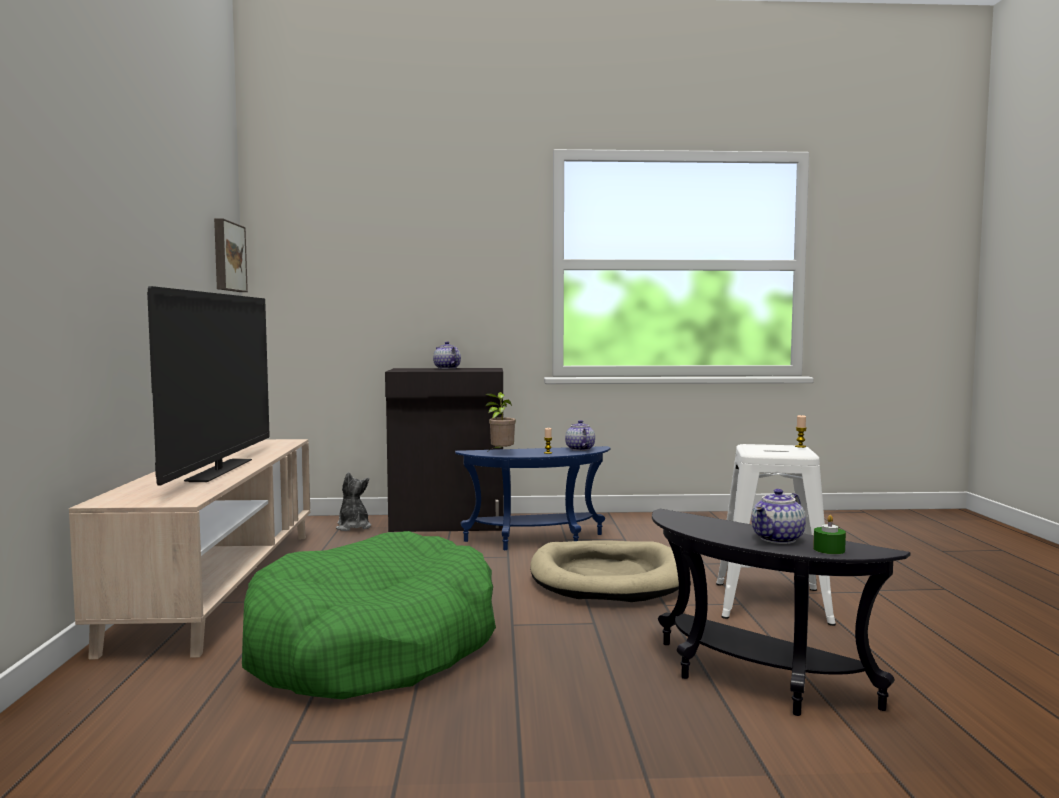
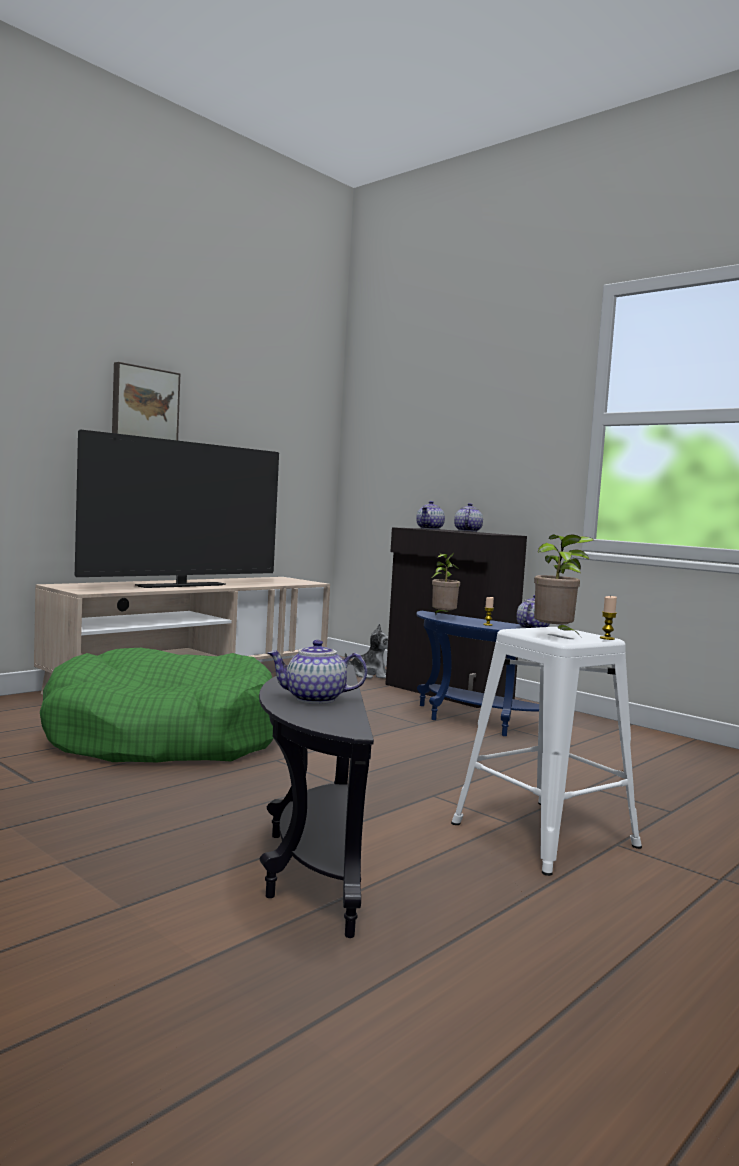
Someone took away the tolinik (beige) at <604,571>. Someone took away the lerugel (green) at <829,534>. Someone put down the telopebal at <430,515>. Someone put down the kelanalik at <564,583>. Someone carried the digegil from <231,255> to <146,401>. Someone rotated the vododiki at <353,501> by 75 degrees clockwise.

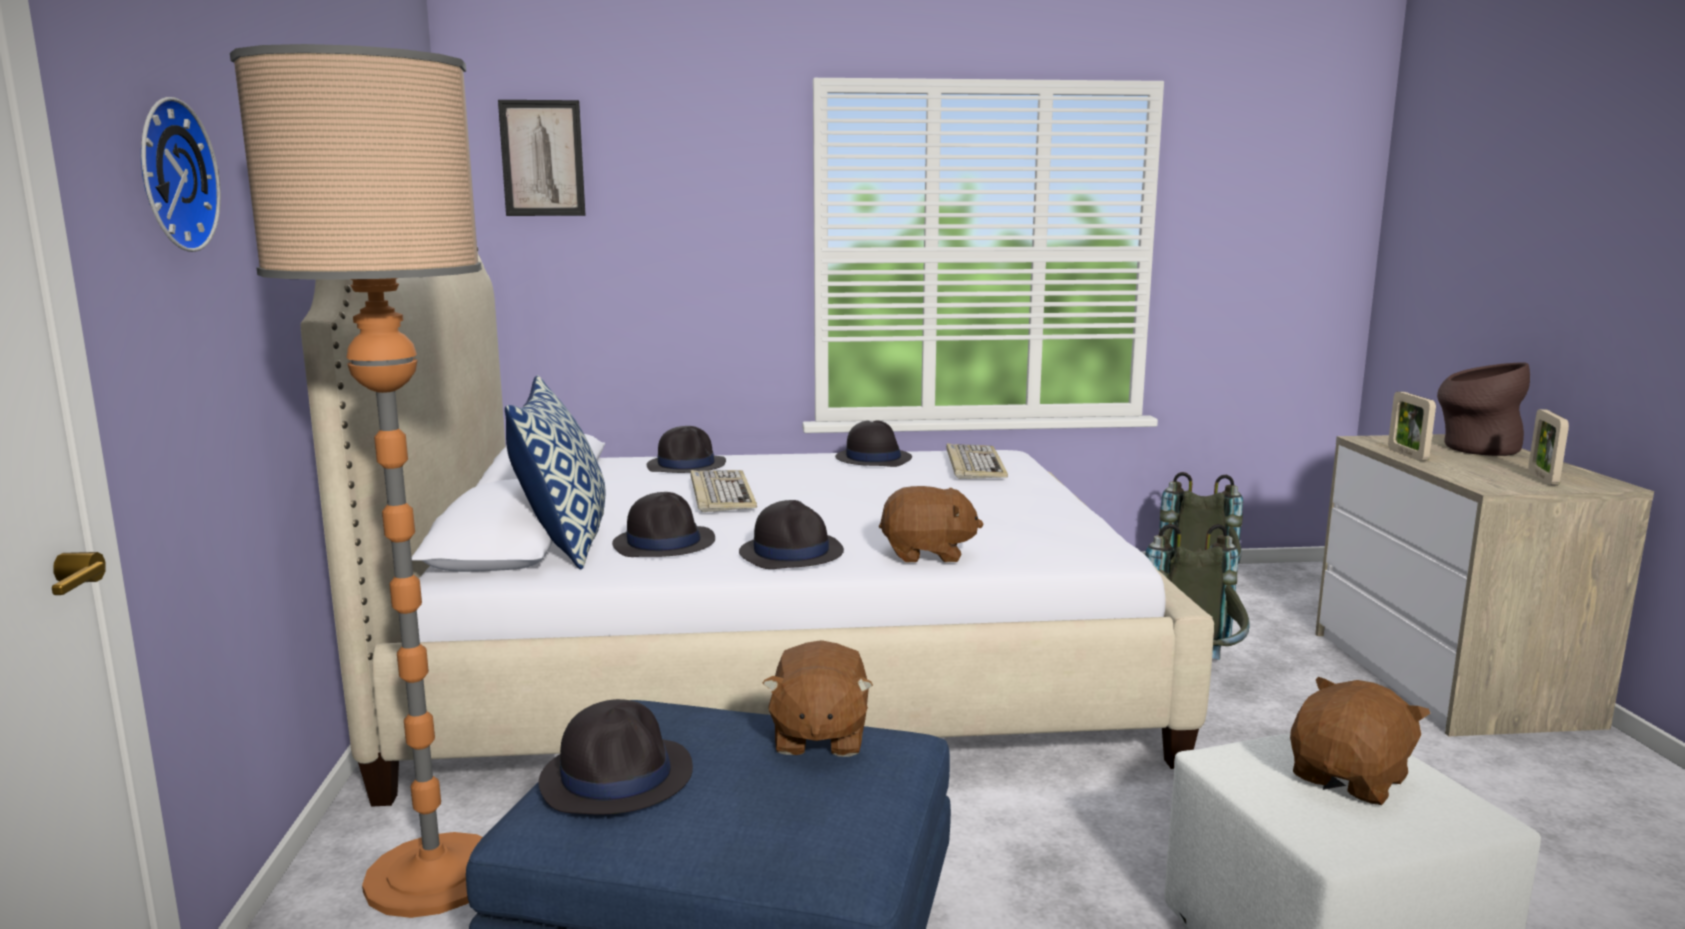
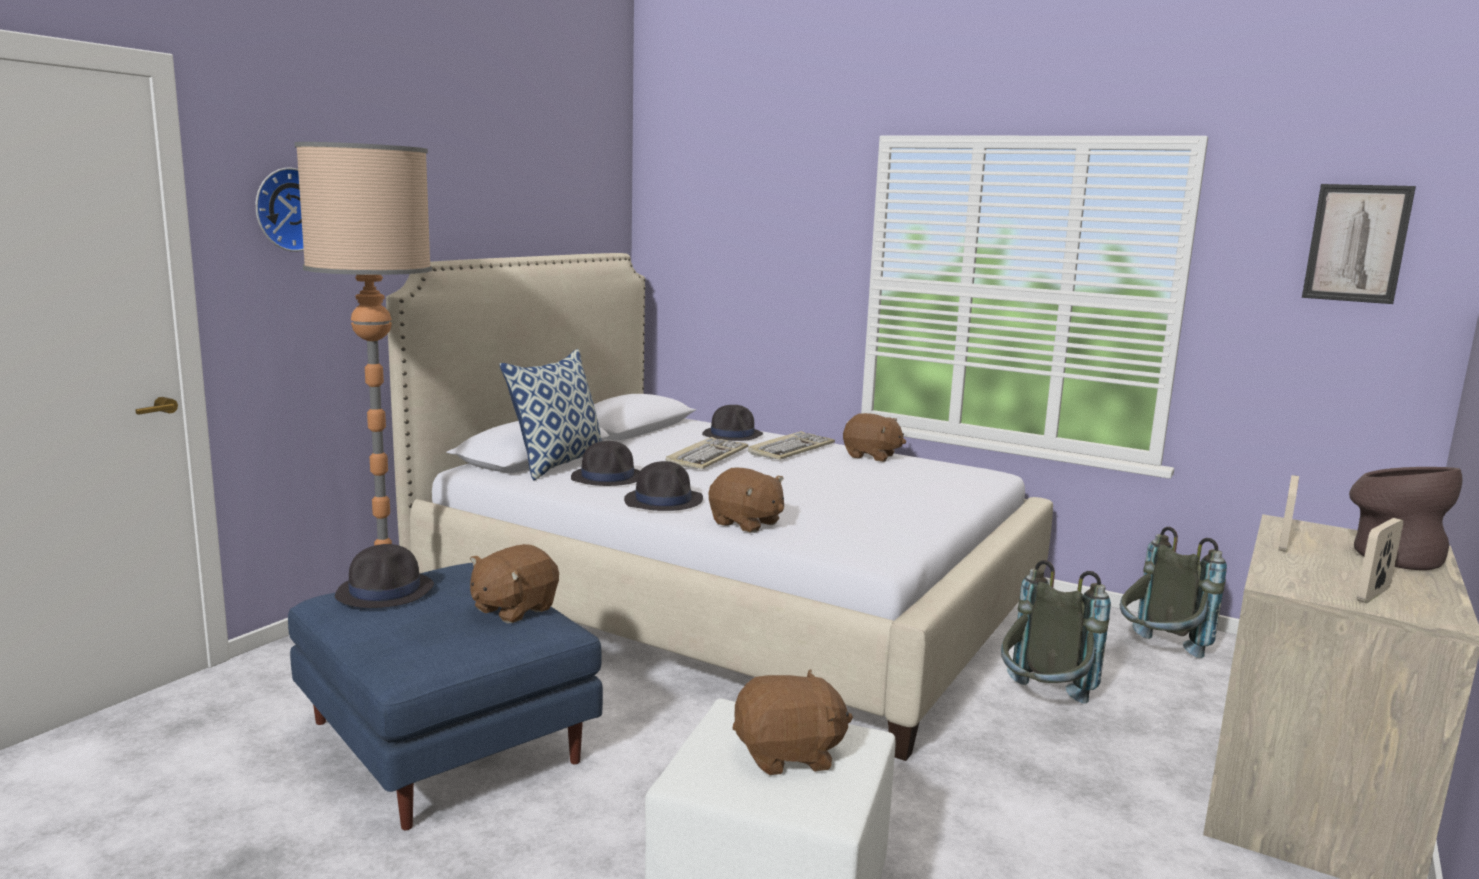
Someone carried the digegil from <542,158> to <1359,244>. Someone carried the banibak from <977,461> to <791,445>. Someone swapped the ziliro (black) at <873,443> for the vododiki (brown) at <874,437>.

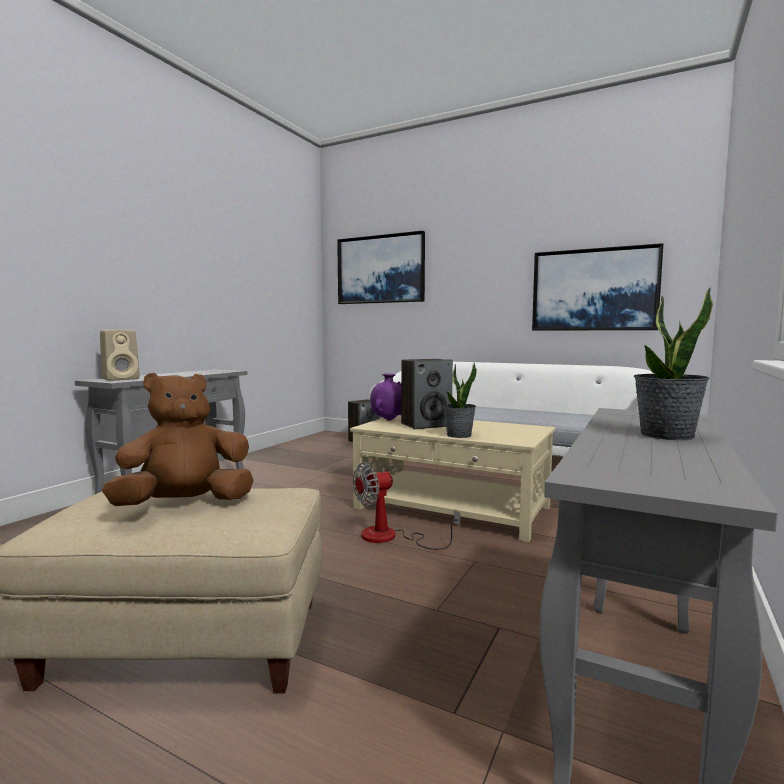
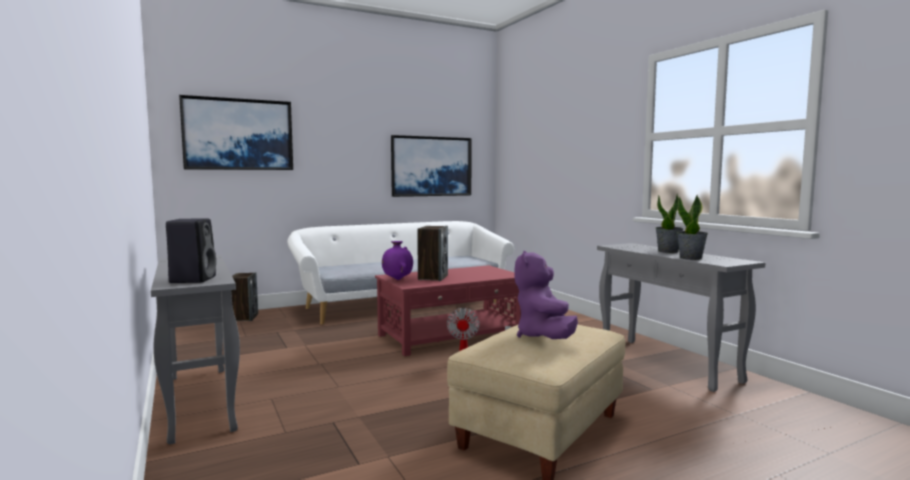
Someone carried the kelanalik from <460,400> to <692,227>. Someone repainted the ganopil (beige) at <120,355>, which became the ganopil (black) at <191,251>. Someone repainted the vododiki (brown) at <178,439>, which became the vododiki (purple) at <546,295>. Someone repainted the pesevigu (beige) at <453,478>, which became the pesevigu (red) at <448,310>.

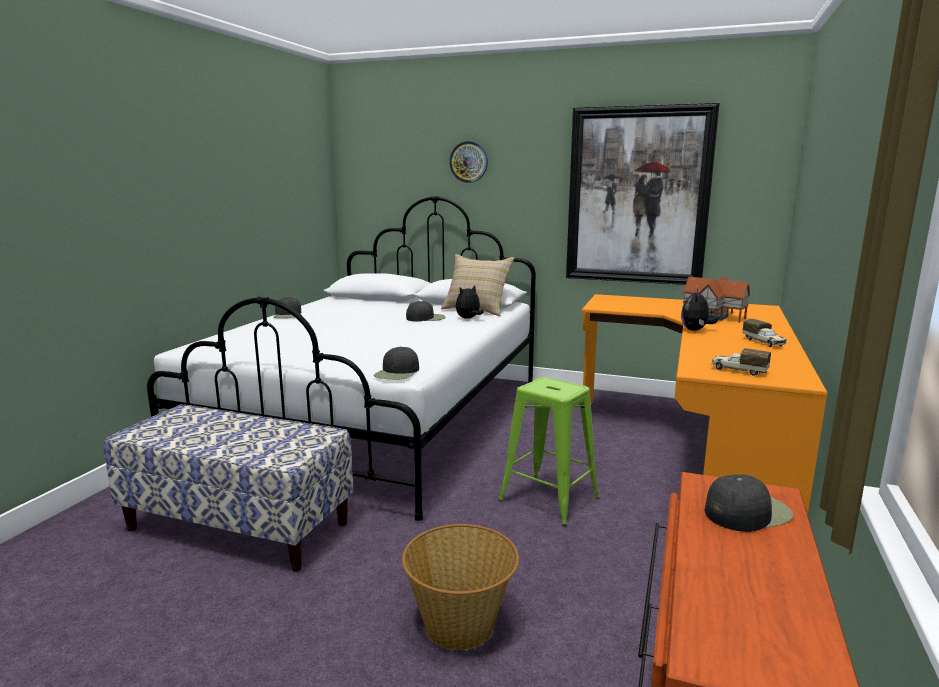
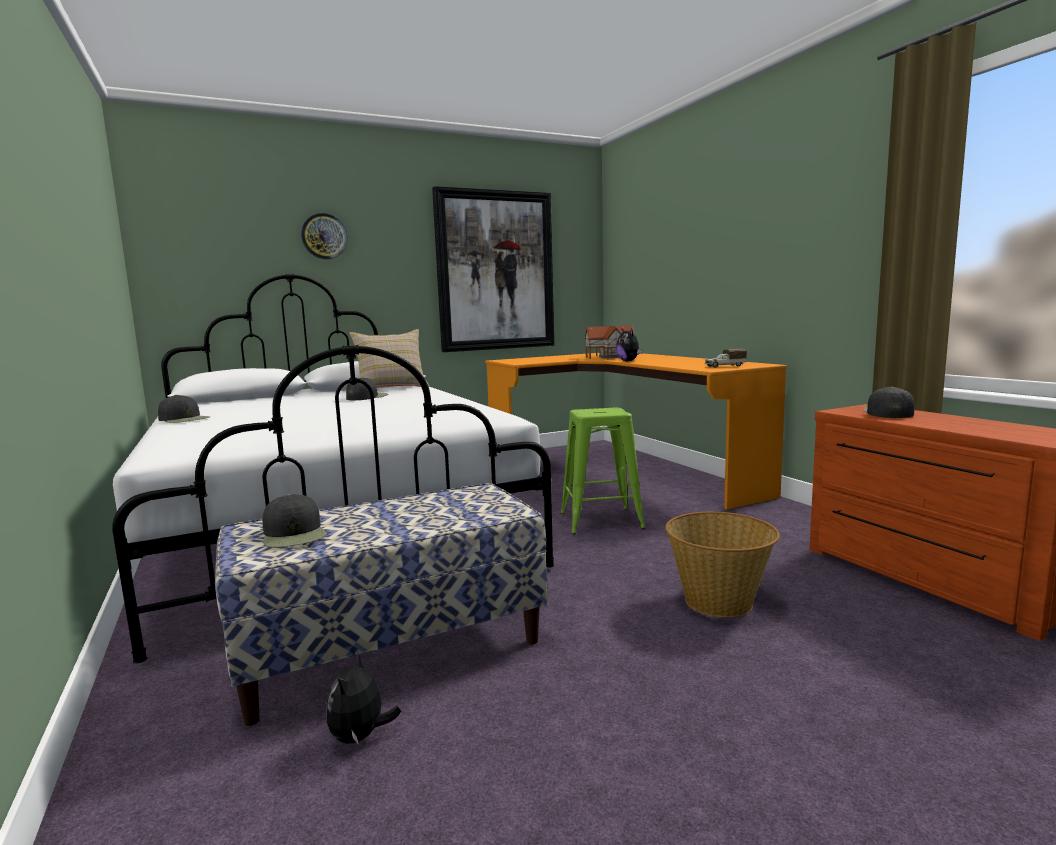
Someone took away the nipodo at <765,333>. Someone carried the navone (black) from <396,363> to <294,521>. Someone carried the vododiki from <470,302> to <363,699>.

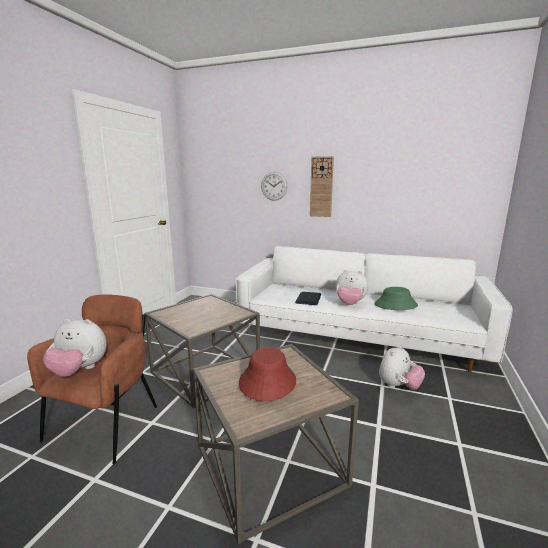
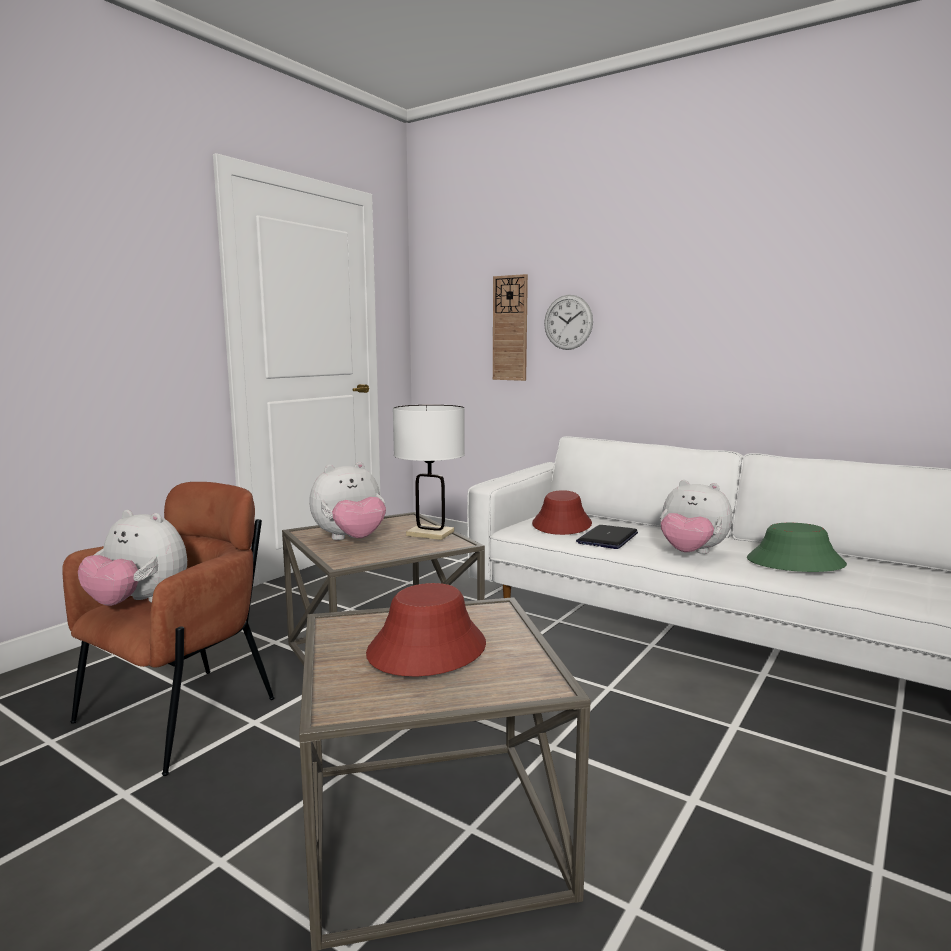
Someone put down the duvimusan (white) at <429,472>. Someone put down the ziliro (red) at <562,512>. Someone carried the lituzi from <322,186> to <510,327>. Someone carried the vododiki from <402,367> to <347,501>.

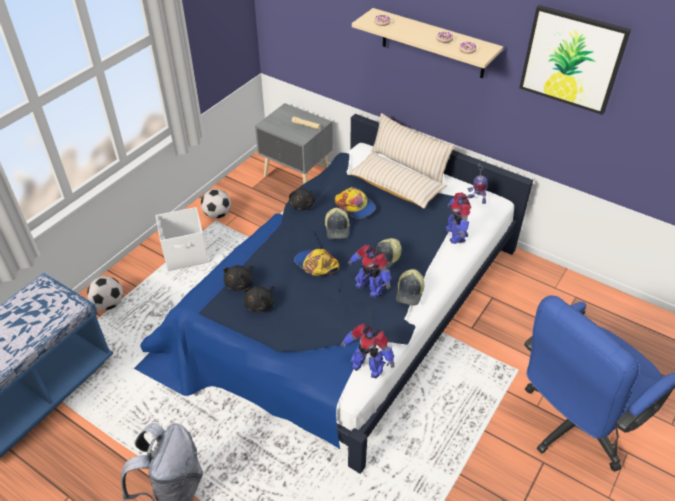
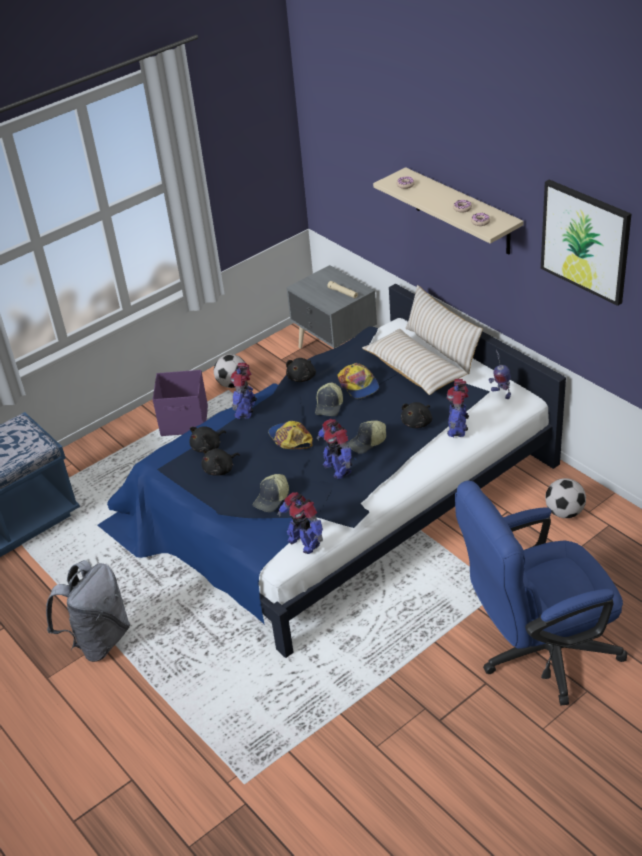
Someone put down the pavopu at <243,391>. Someone put down the vododiki (black) at <416,415>. Someone carried the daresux from <105,293> to <565,498>. Someone carried the navone from <410,287> to <271,493>. Someone repainted the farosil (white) at <182,239>, which became the farosil (purple) at <180,403>.

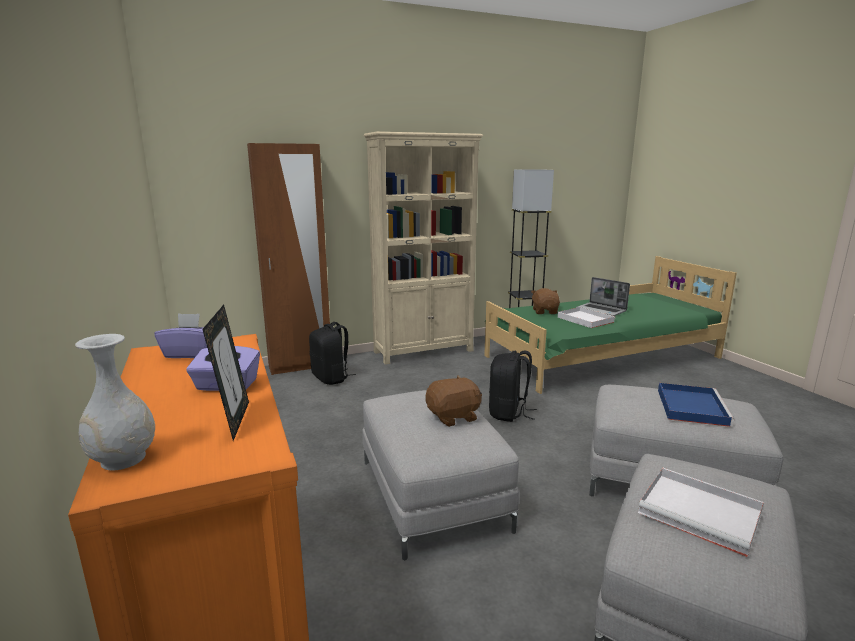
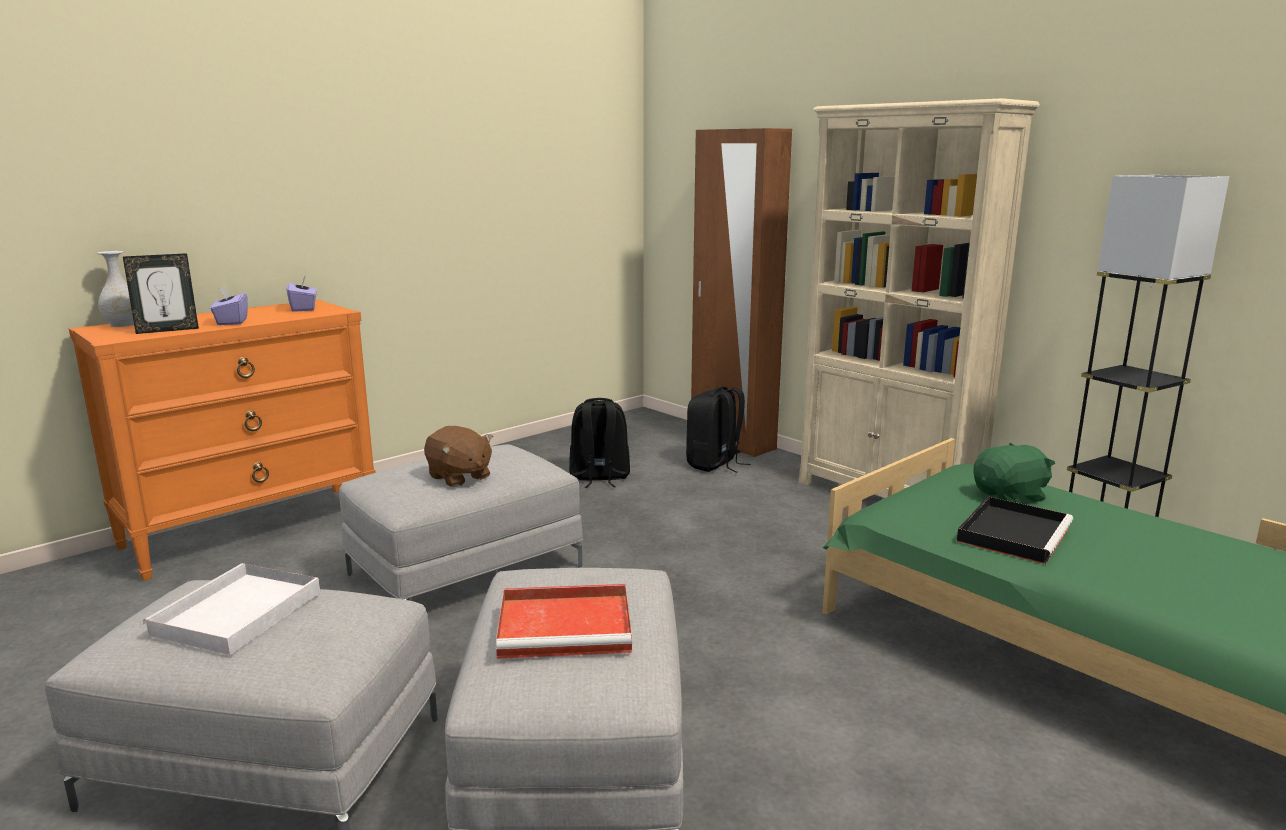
Someone took away the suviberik at <603,296>. Someone carried the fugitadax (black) from <513,386> to <599,443>. Someone repainted the vododiki (brown) at <545,301>, which became the vododiki (green) at <1014,473>. Someone repainted the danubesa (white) at <587,317>, which became the danubesa (black) at <1015,530>. Someone repainted the danubesa (blue) at <696,405>, which became the danubesa (red) at <564,621>.

